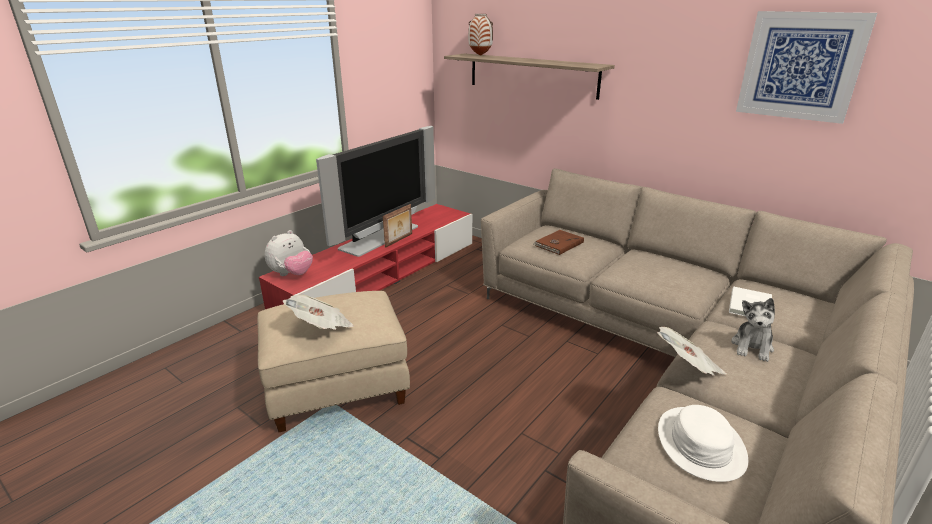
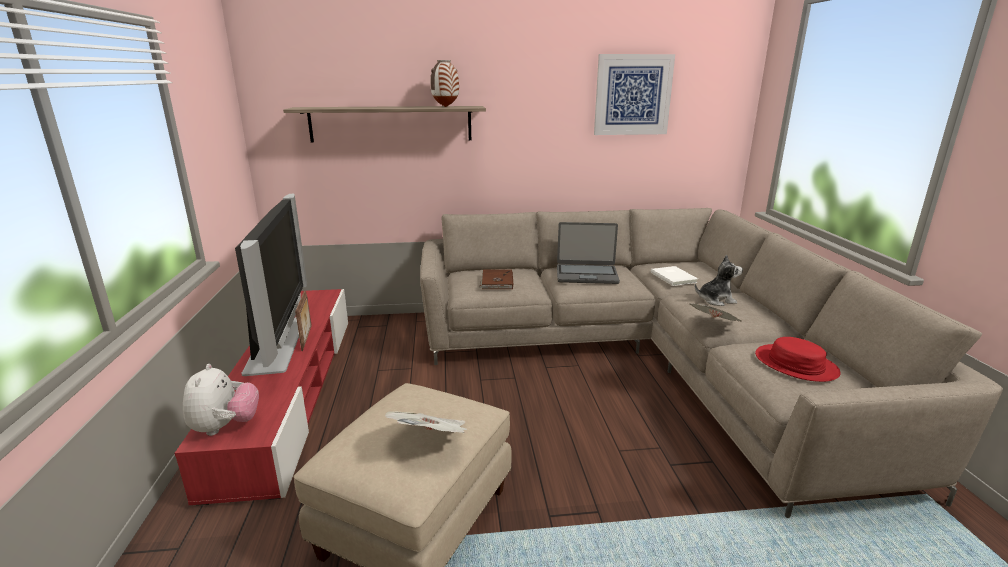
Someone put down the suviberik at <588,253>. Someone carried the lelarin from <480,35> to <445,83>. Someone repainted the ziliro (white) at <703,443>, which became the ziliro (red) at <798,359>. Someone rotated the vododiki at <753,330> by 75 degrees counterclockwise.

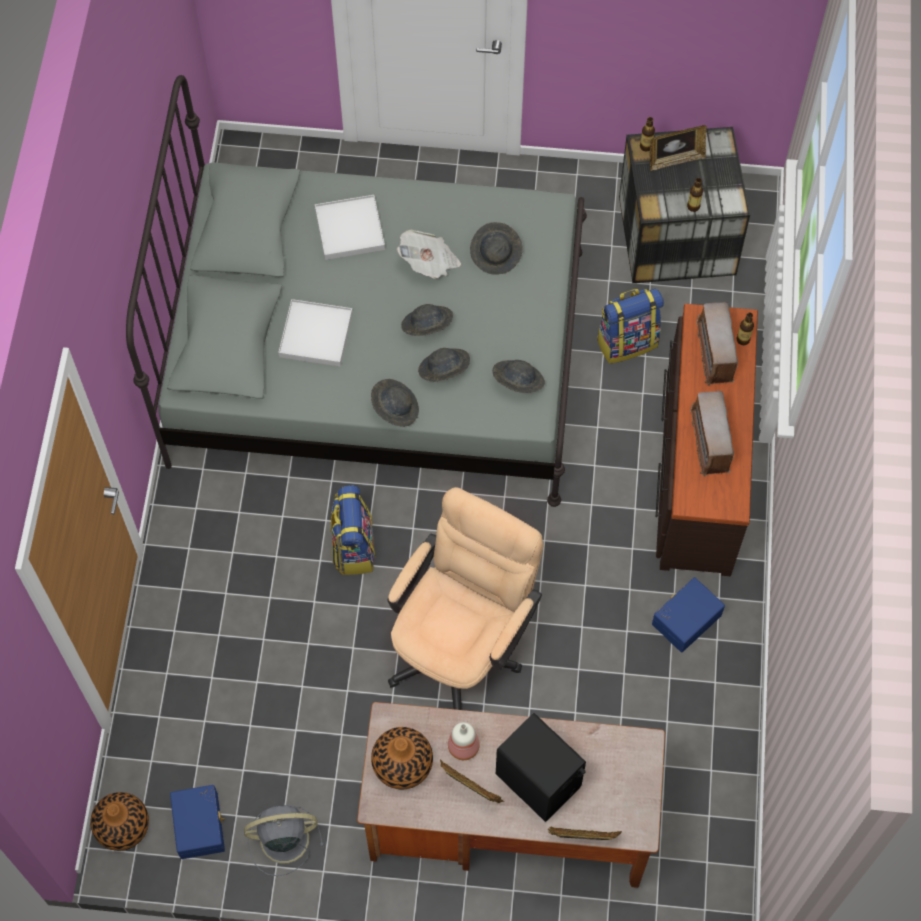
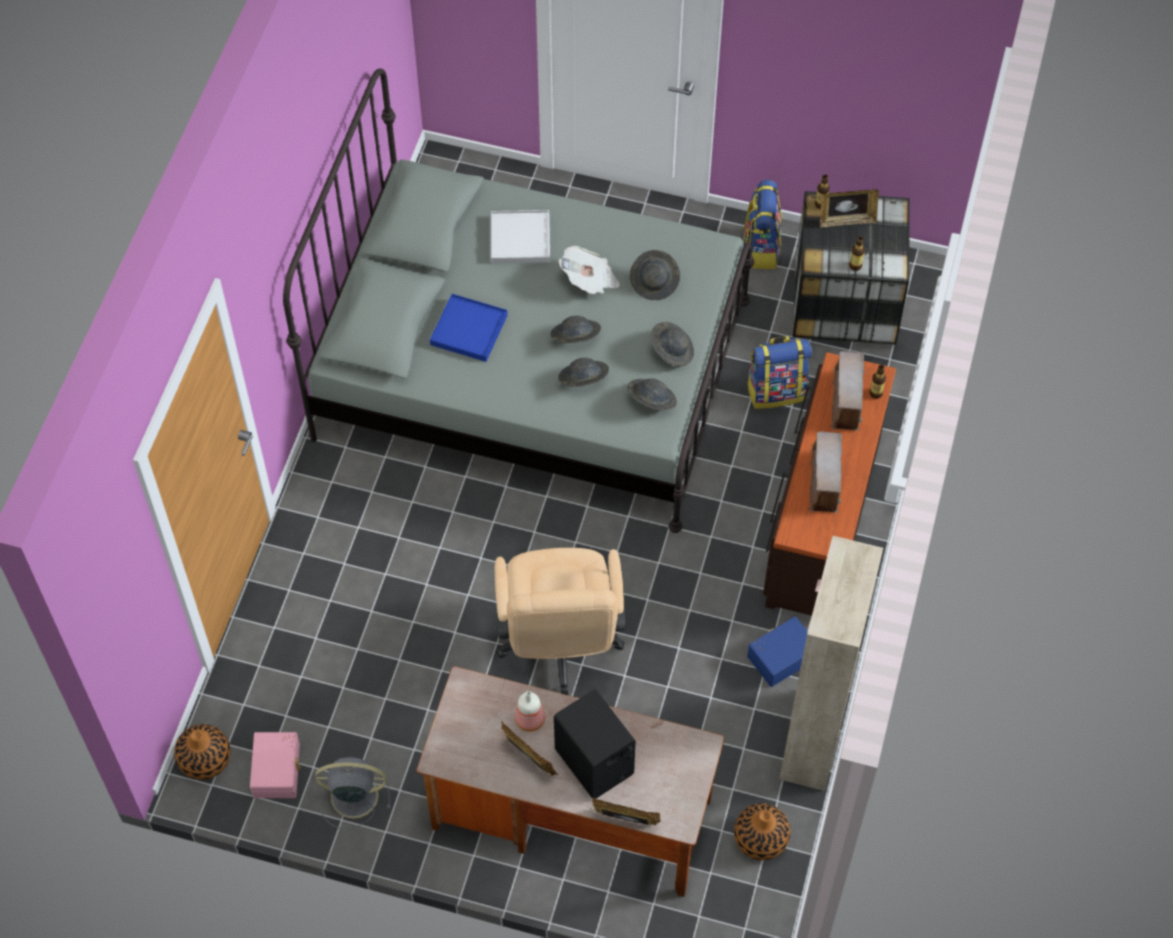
Someone put down the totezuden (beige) at <831,663>. Someone carried the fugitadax from <352,530> to <762,224>. Someone carried the ziliro (grey) from <395,403> to <672,344>. Someone carried the lelarin from <402,758> to <762,831>. Someone repainted the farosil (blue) at <197,822>, which became the farosil (pink) at <275,765>. Someone repainted the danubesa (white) at <315,333>, which became the danubesa (blue) at <469,328>. Someone rotated the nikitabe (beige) at <465,598> by 135 degrees clockwise.

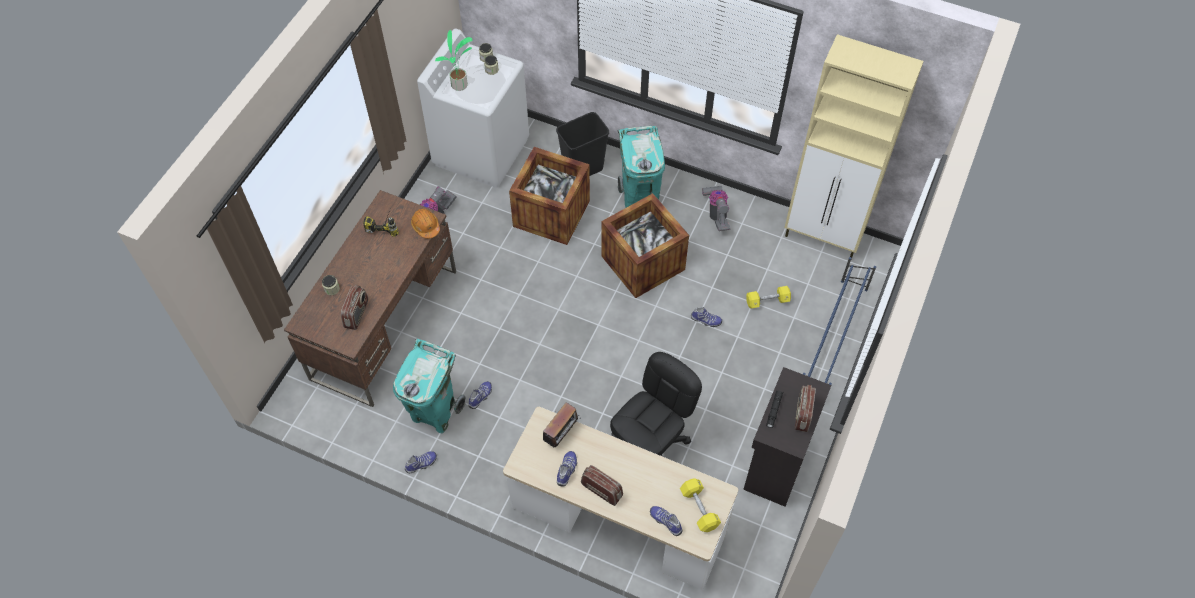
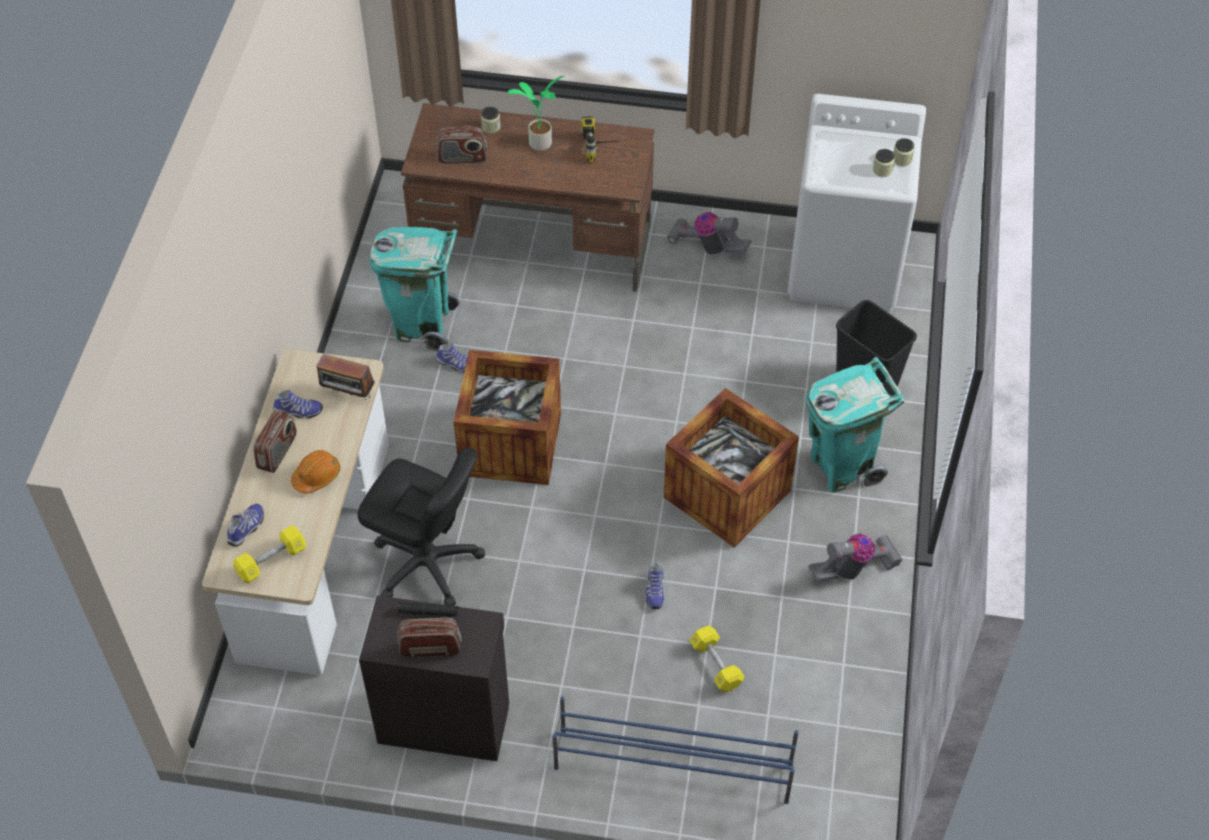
Someone took away the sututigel at <421,462>. Someone took away the totezuden (beige) at <854,146>. Someone carried the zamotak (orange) from <425,224> to <315,472>. Someone carried the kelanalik from <454,60> to <535,113>. Someone carried the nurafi from <549,196> to <507,417>.

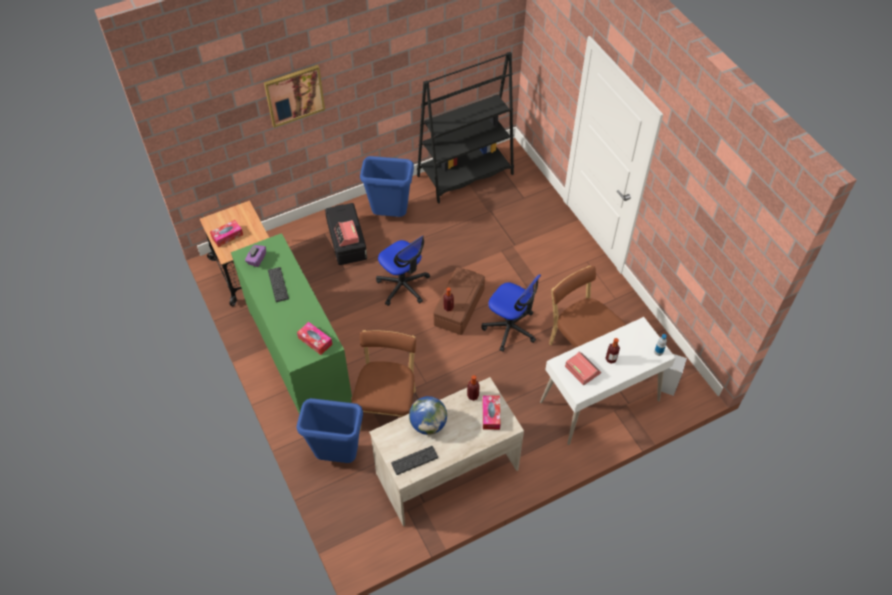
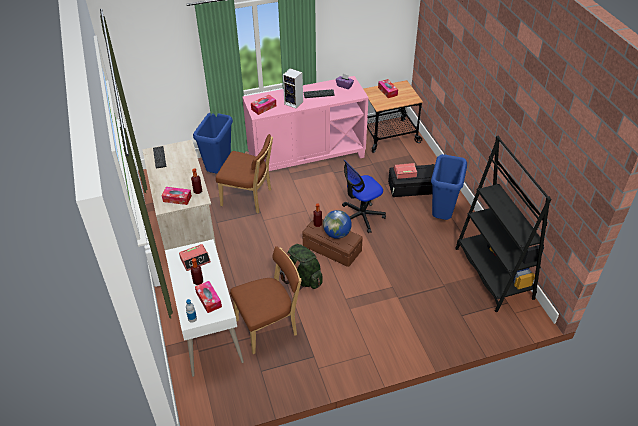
Someone took away the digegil at <294,96>. Someone put down the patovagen at <208,297>. Someone carried the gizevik from <428,415> to <337,224>. Someone carried the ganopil from <674,374> to <293,88>. Someone swapped the nikitabe at <511,313> for the fugitadax (green) at <301,267>. Someone repainted the totezuden (green) at <291,324>, which became the totezuden (pink) at <305,123>.

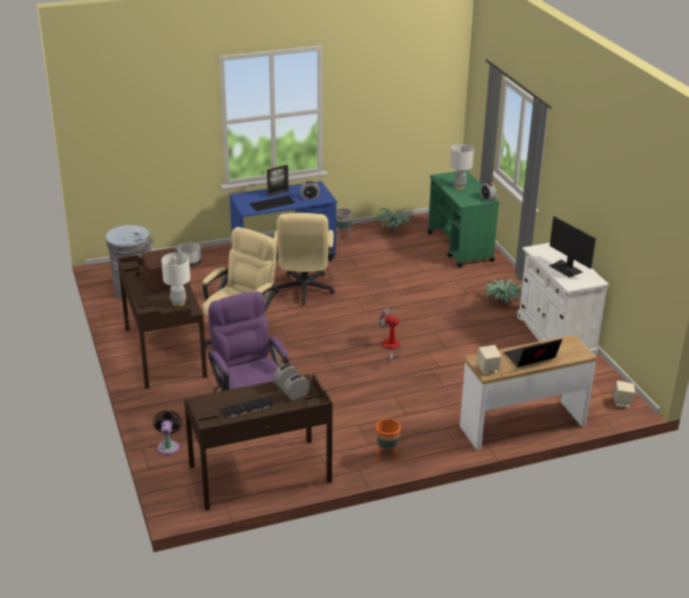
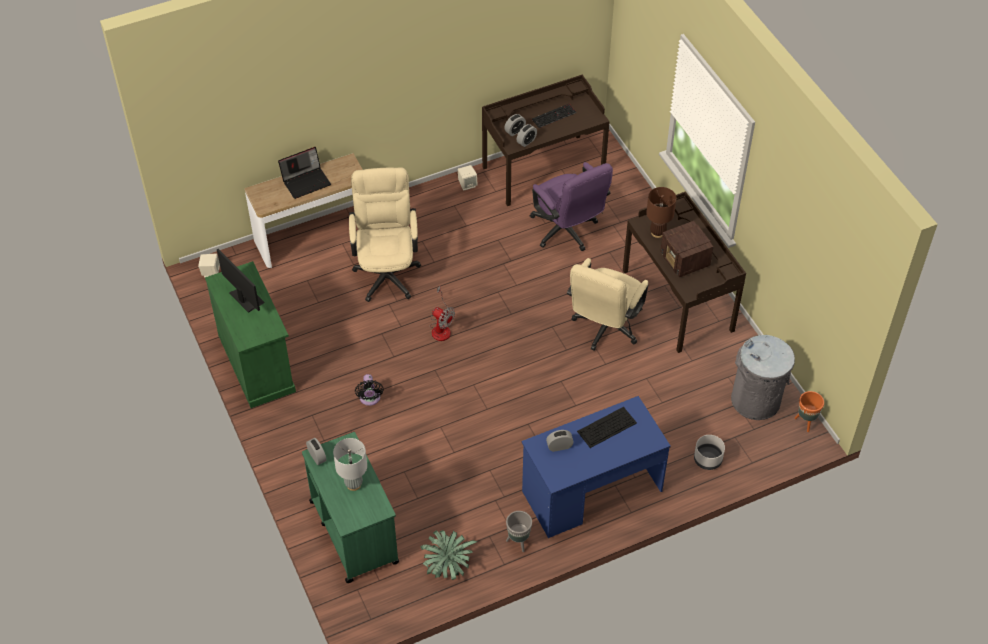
Someone took away the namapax at <278,180>. Someone took away the kelanalik at <503,291>. Someone carried the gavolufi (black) from <167,432> to <369,390>. Someone carried the nikitabe (beige) from <304,259> to <385,234>. Someone carried the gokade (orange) from <388,439> to <809,411>. Someone carried the ganopil (beige) from <489,360> to <468,178>. Someone repainted the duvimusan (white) at <175,279>, which became the duvimusan (brown) at <661,212>. Someone repainted the totezuden (white) at <563,299>, which became the totezuden (green) at <250,334>.

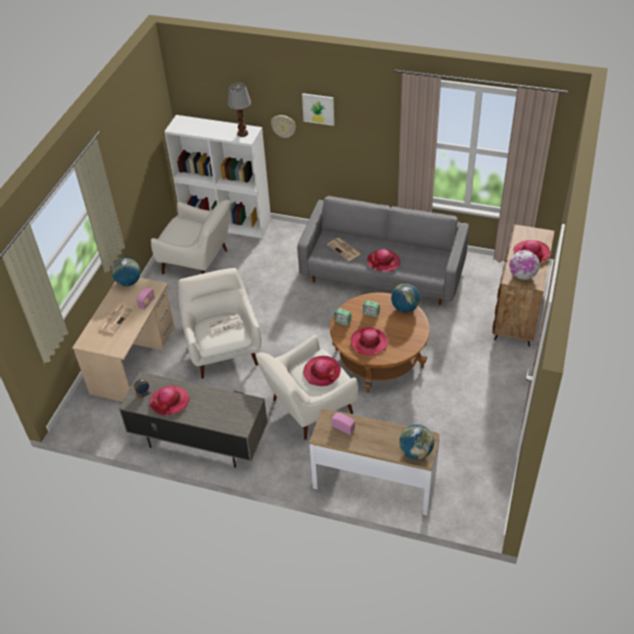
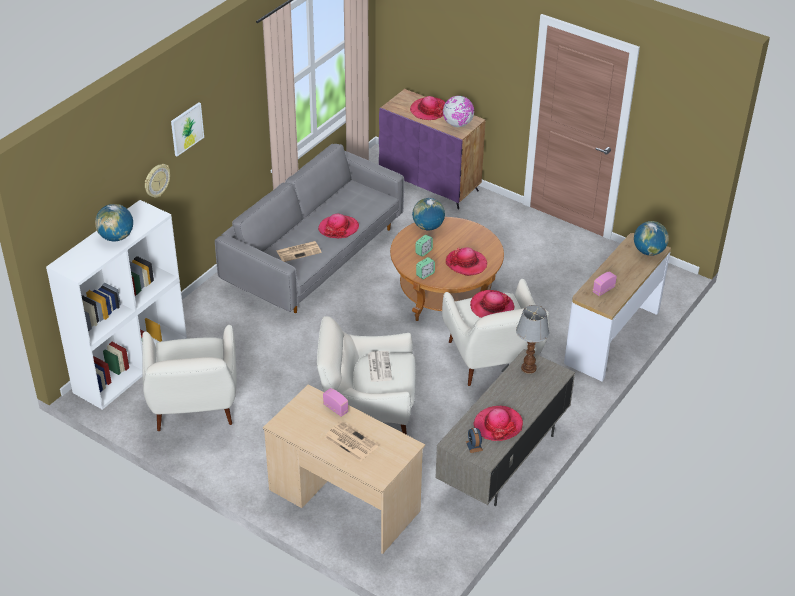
Someone carried the gizevik from <126,272> to <114,222>. Someone carried the duvimusan from <239,110> to <532,339>. Someone repainted the totezuden (brown) at <523,285>, which became the totezuden (purple) at <432,149>. Someone rotated the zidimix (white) at <190,237> by 135 degrees clockwise.

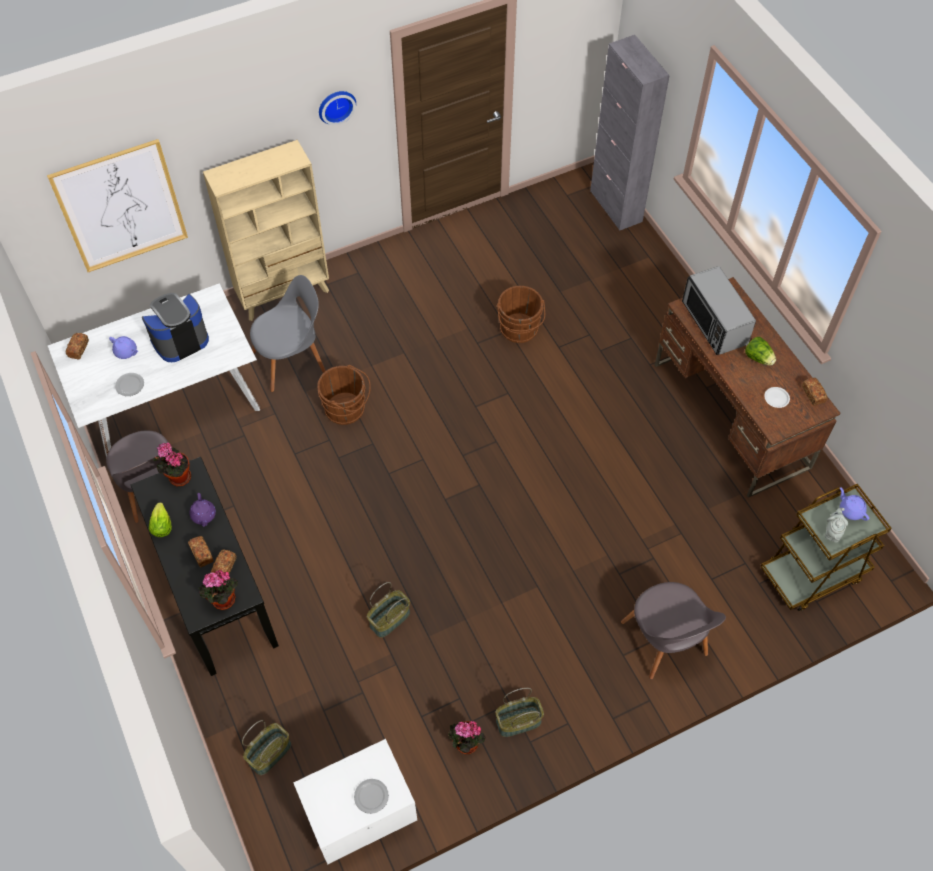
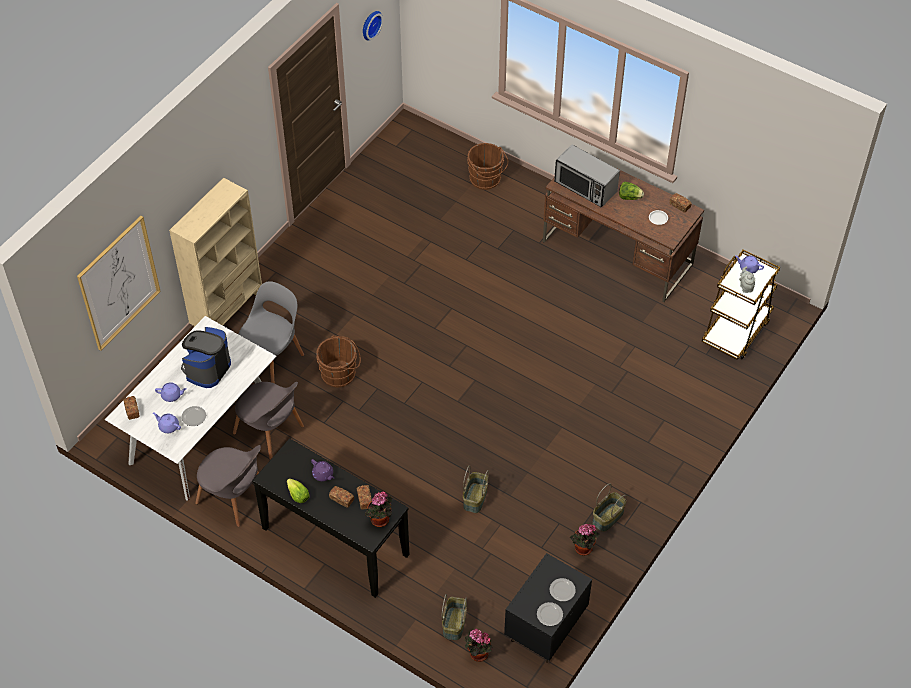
Someone took away the totezuden (grey) at <630,133>. Someone put down the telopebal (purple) at <167,422>. Someone put down the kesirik at <550,614>. Someone carried the kelanalik from <172,464> to <479,645>. Someone carried the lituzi from <337,108> to <373,25>. Someone carried the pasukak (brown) from <521,314> to <487,166>. Someone carried the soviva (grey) from <673,630> to <268,421>. Someone repainted the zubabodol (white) at <355,801>, which became the zubabodol (black) at <548,608>.

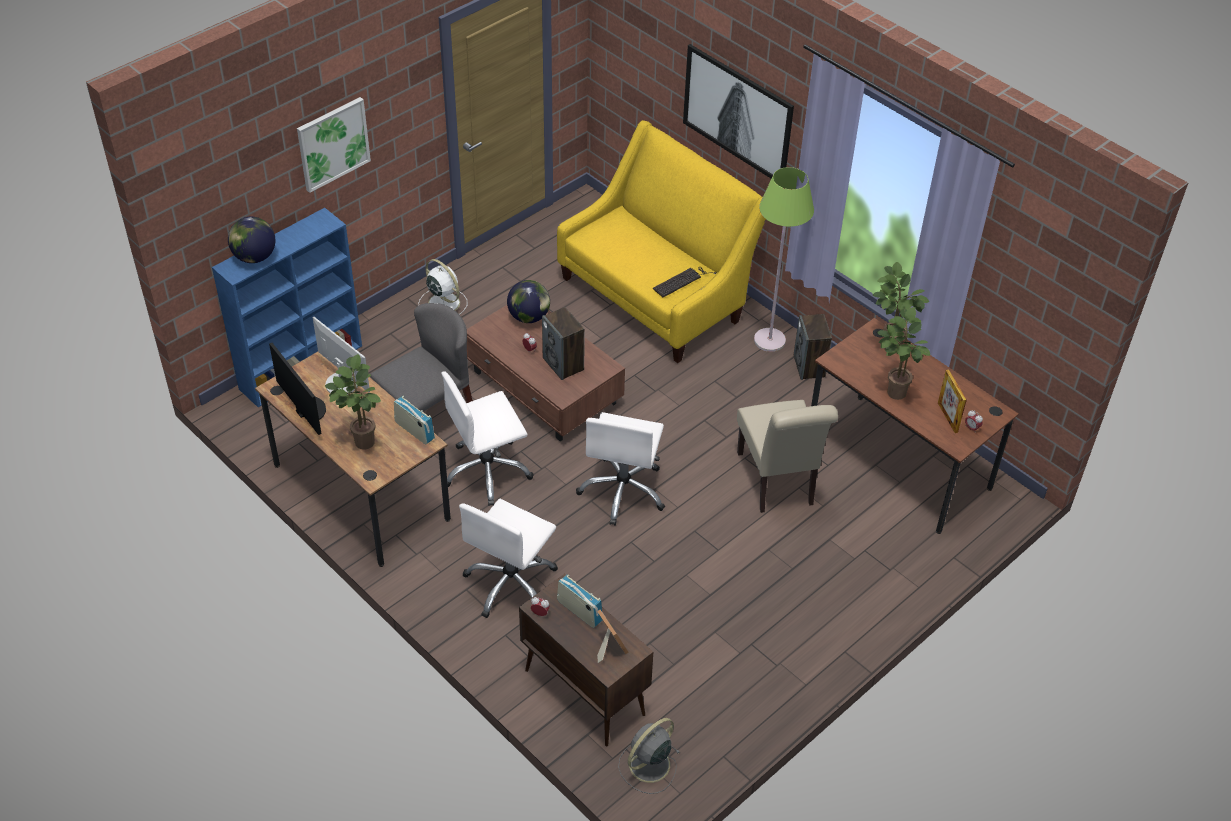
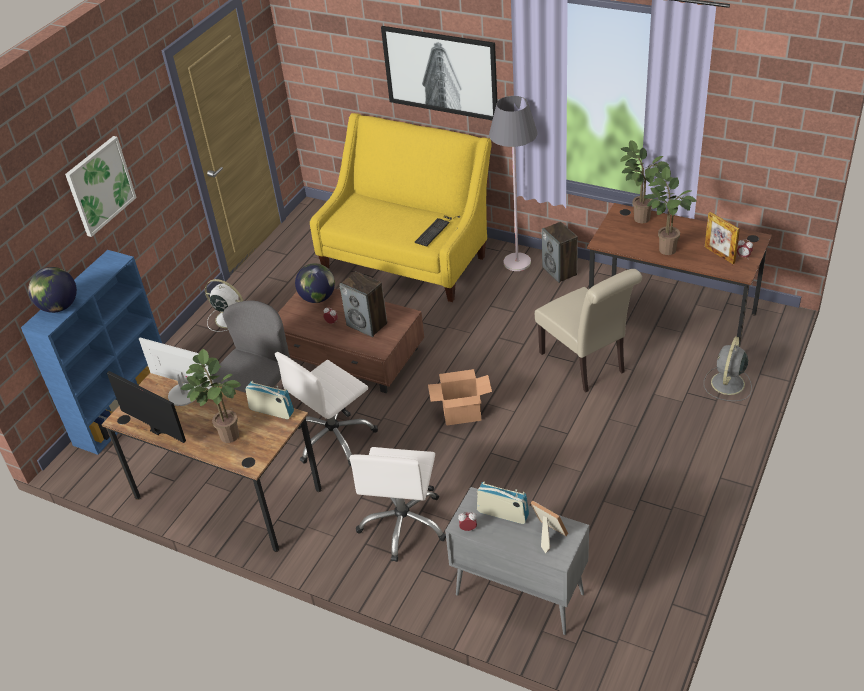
Someone carried the gavolufi (grey) from <649,756> to <728,368>. Someone swapped the nikitabe (white) at <620,469> for the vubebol at <460,397>. Someone repainted the totezuden (brown) at <586,660>, which became the totezuden (grey) at <517,561>. Someone repainted the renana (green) at <784,259>, which became the renana (grey) at <513,183>.

